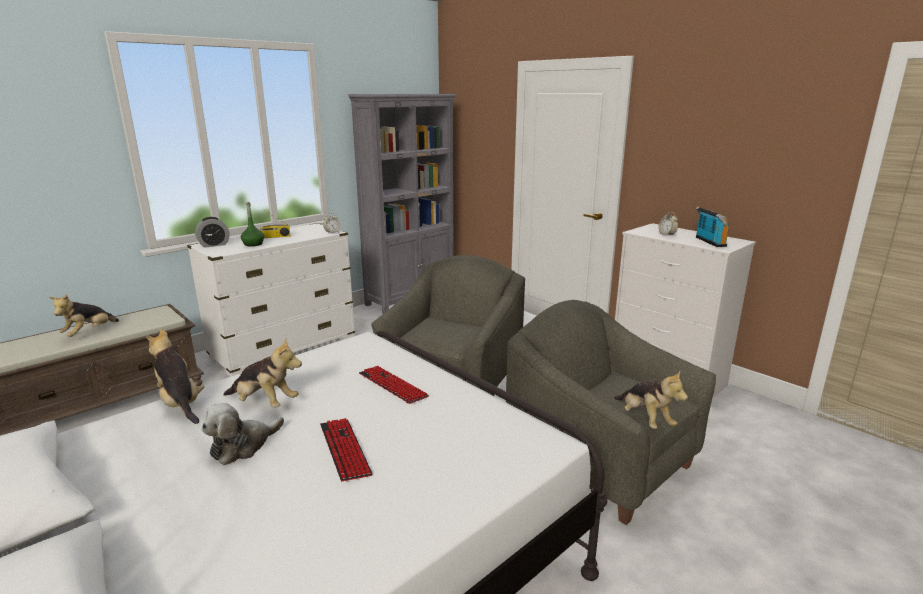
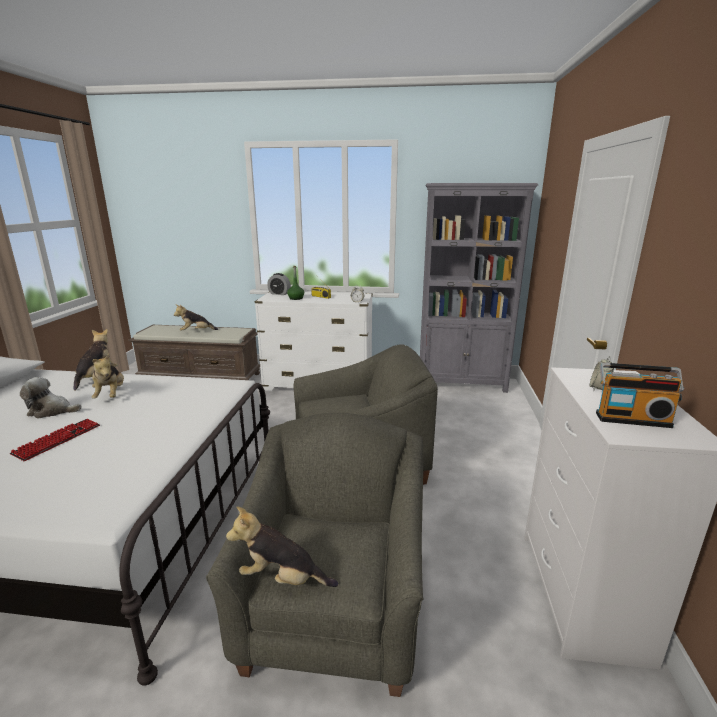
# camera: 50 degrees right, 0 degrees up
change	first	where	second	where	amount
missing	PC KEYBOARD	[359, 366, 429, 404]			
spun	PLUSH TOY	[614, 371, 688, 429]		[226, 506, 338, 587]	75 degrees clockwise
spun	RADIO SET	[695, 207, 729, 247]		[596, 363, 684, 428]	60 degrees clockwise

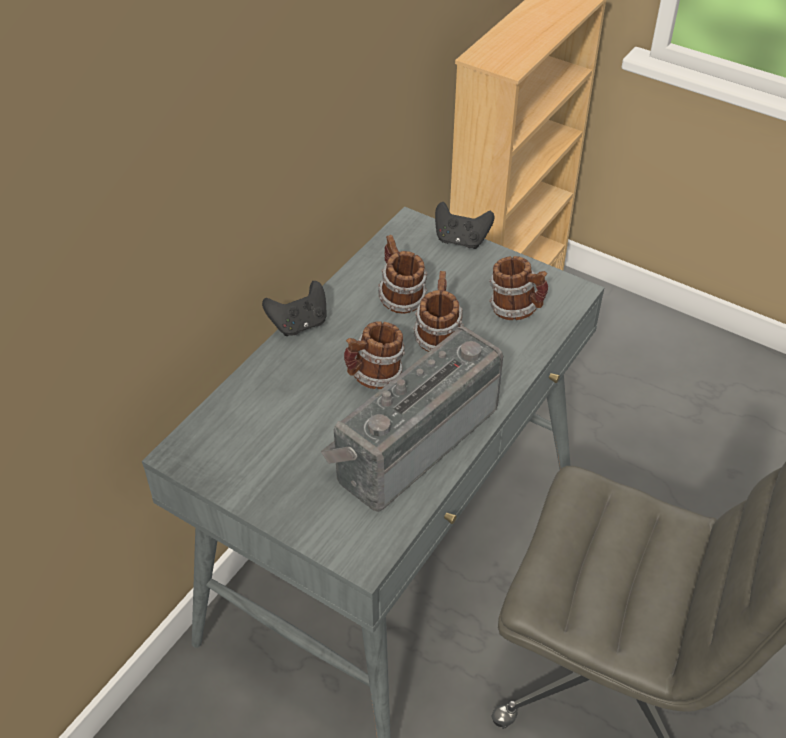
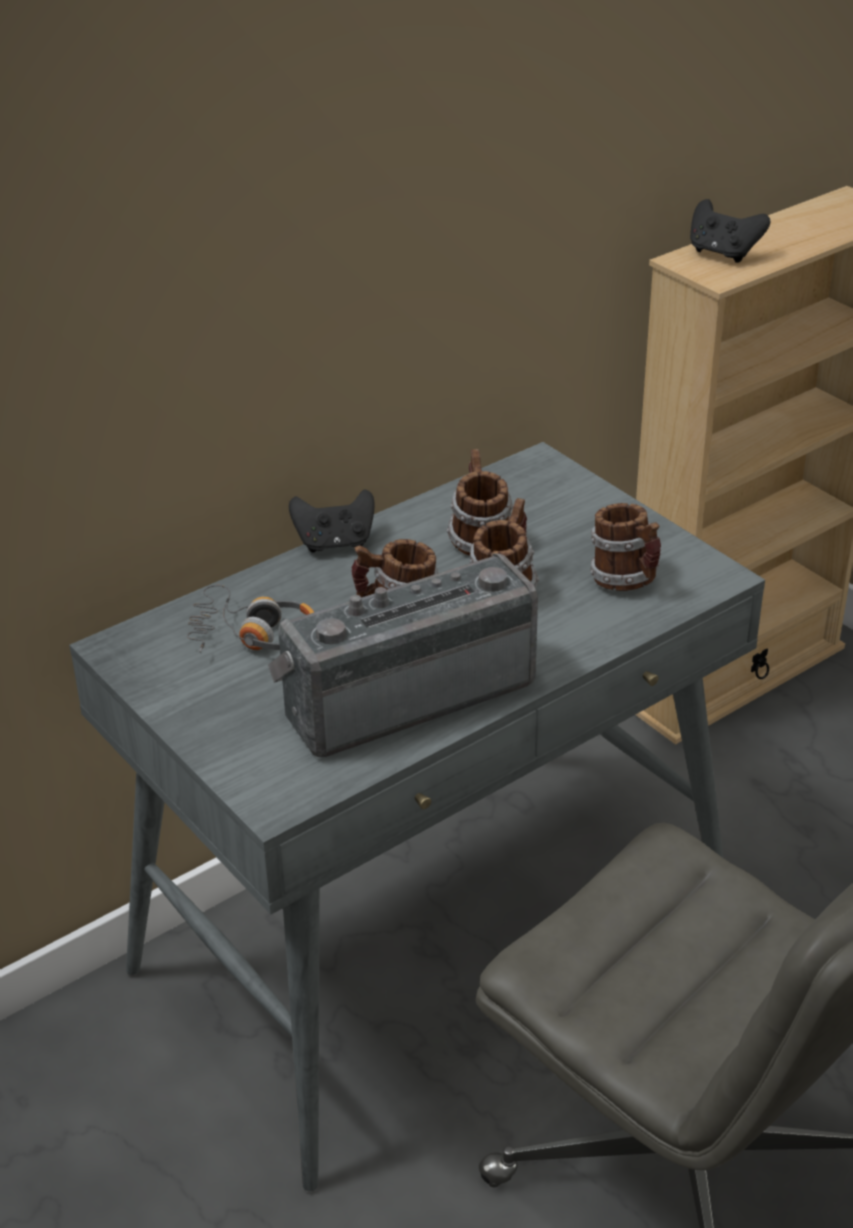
# camera: 20 degrees right, 10 degrees down
change	first	where	second	where	amount
relocated	BLACK-COLOURED GAMEPAD	[435, 202, 494, 249]		[690, 199, 770, 263]	
appeared			HEADPHONES	[187, 585, 314, 652]	

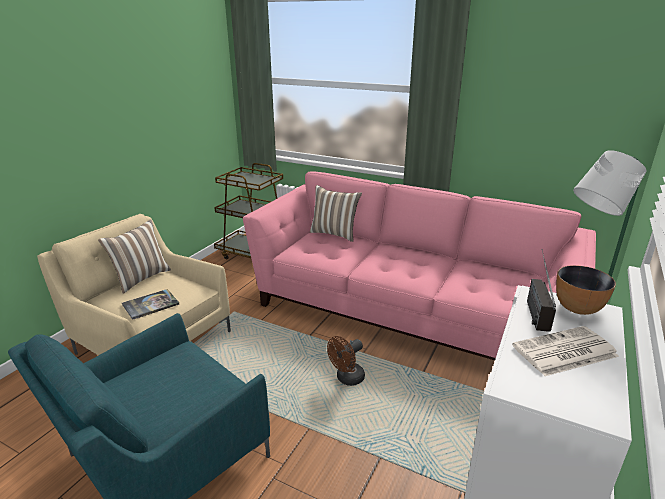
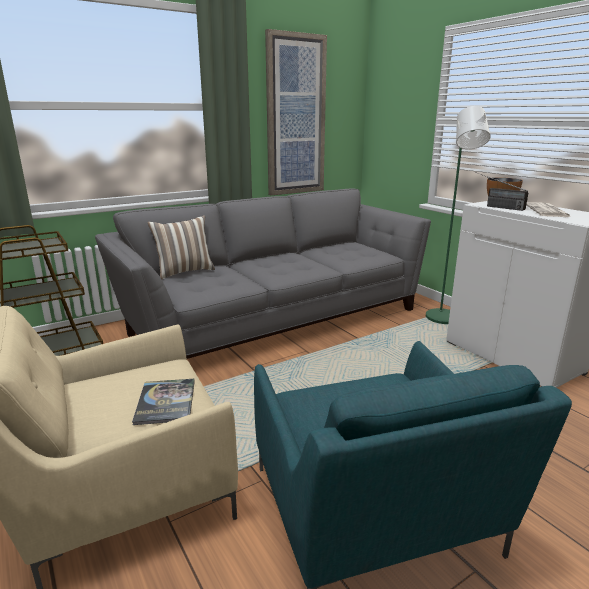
# camera: 60 degrees left, 5 degrees down
change	first	where	second	where	amount
missing	PILLOW	[98, 219, 171, 294]			
colour	PINK COUCH	[243, 171, 596, 360]	GREY COUCH	[95, 189, 431, 359]	
missing	BROWNISH FAN	[327, 336, 365, 386]			
appeared			WALL PICTURE	[265, 29, 327, 196]	

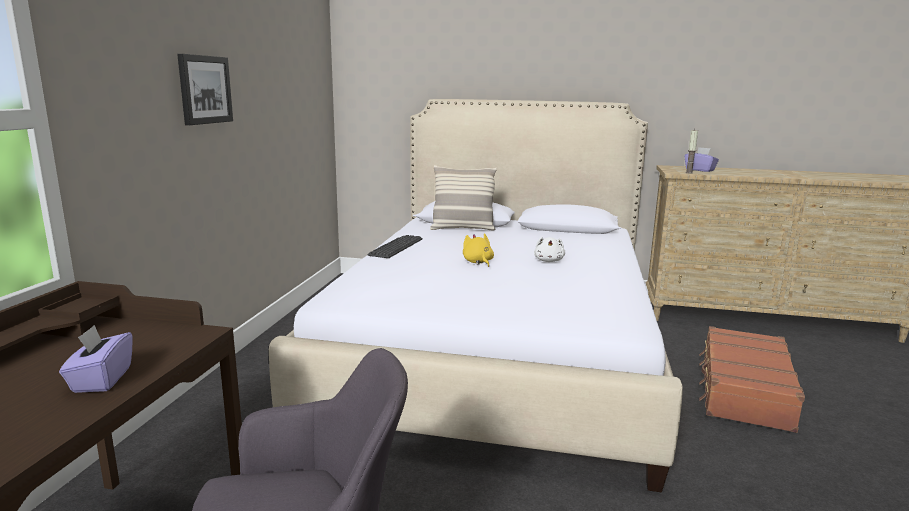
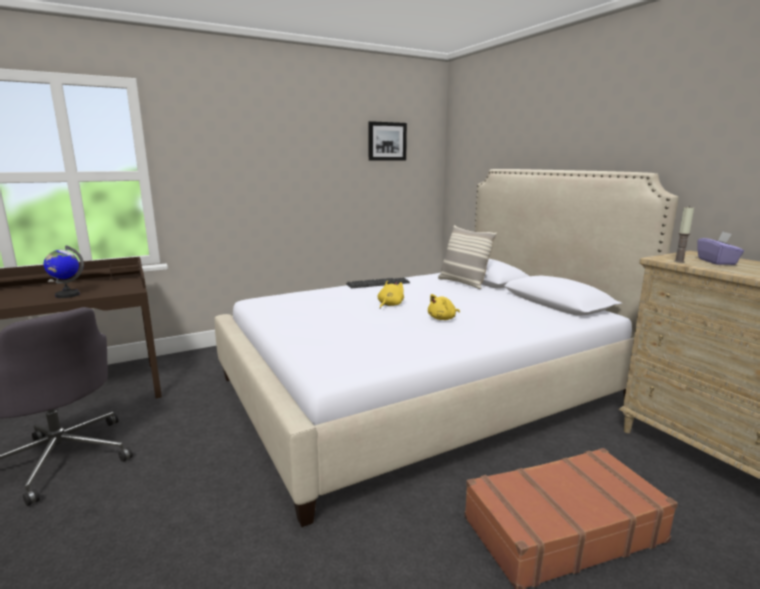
# camera: 50 degrees right, 0 degrees up
change	first	where	second	where	amount
exchanged	PURPLE TISSUE HOLDER	[59, 325, 133, 393]	WORLD GLOBE	[44, 245, 84, 298]	
relocated	WALL PICTURE	[177, 54, 233, 125]		[368, 121, 407, 160]	
colour	WHITE-COLOURED PLUSH TOY	[534, 237, 565, 262]	YELLOW PLUSH TOY	[428, 294, 460, 320]	

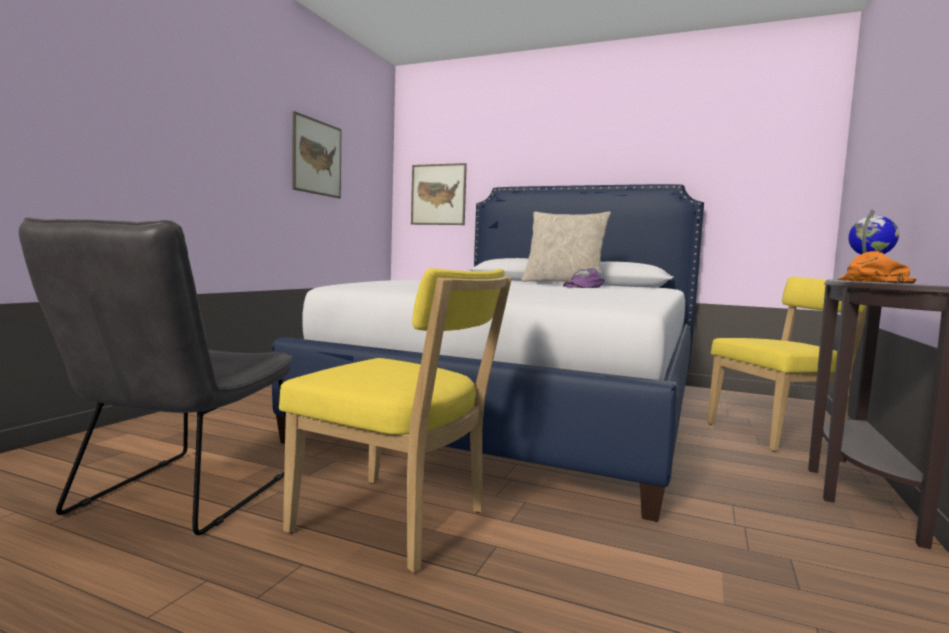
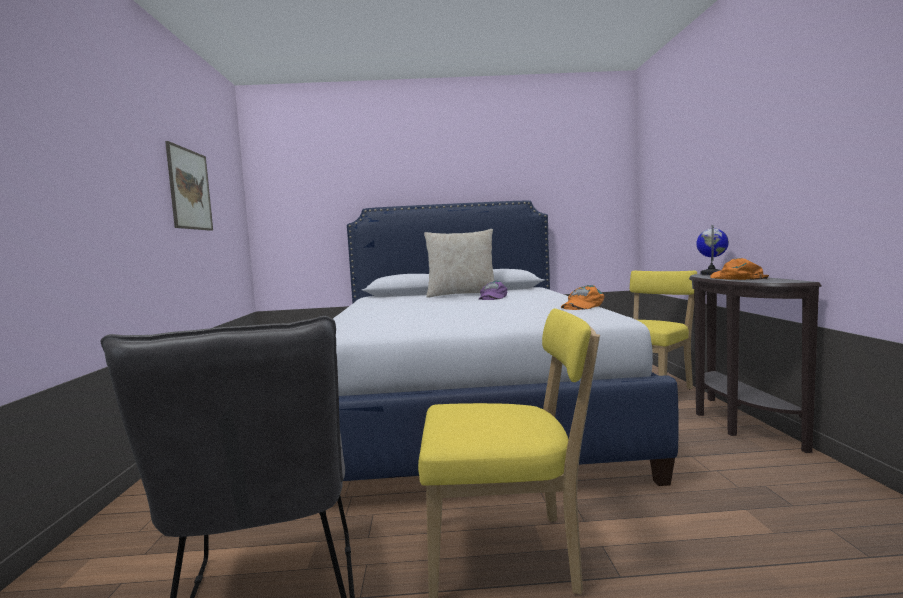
# camera: 25 degrees left, 0 degrees up
change	first	where	second	where	amount
missing	WALL PICTURE	[411, 163, 467, 225]			
appeared			ORANGEY PEAKED CAP	[561, 285, 605, 310]	

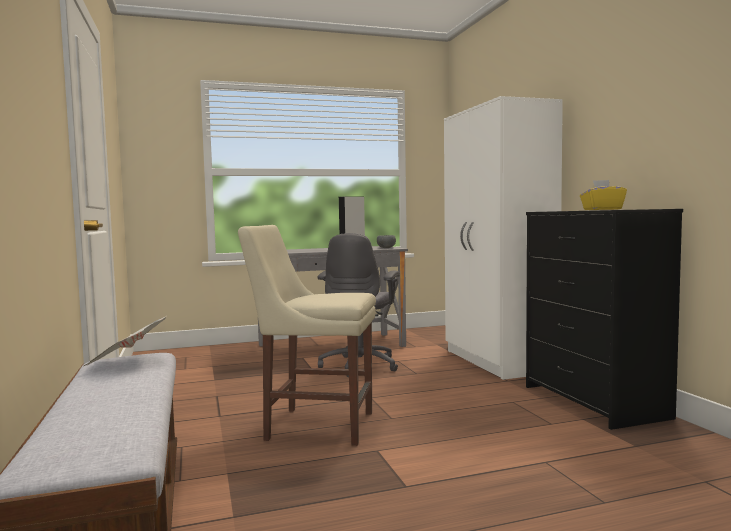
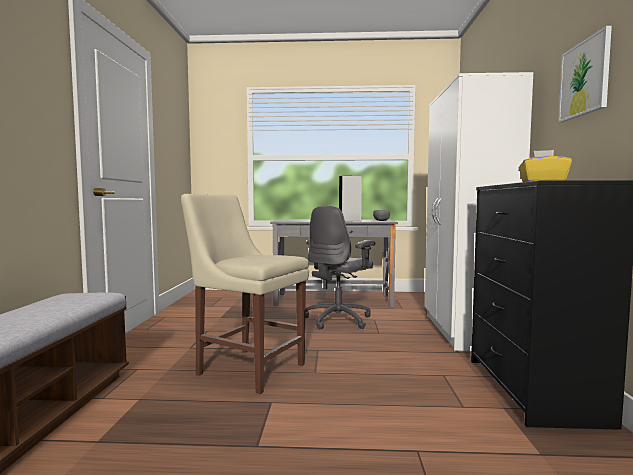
# camera: 20 degrees right, 0 degrees up
change	first	where	second	where	amount
missing	DAILY PAPER	[84, 316, 166, 366]			
appeared			WALL PICTURE	[558, 26, 612, 122]	

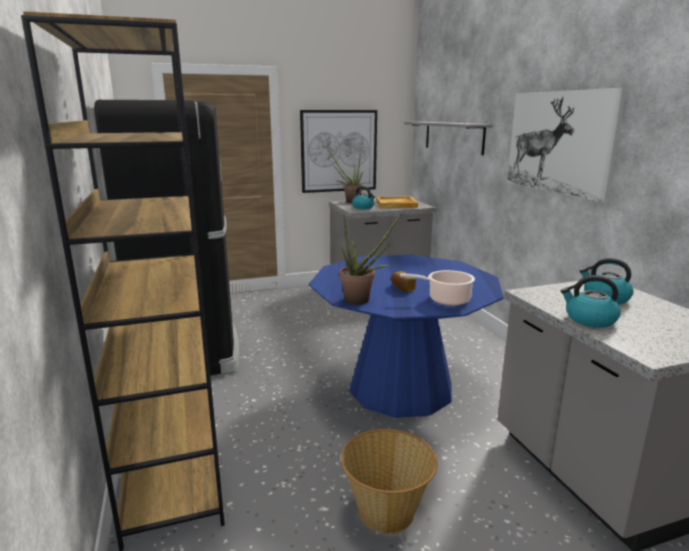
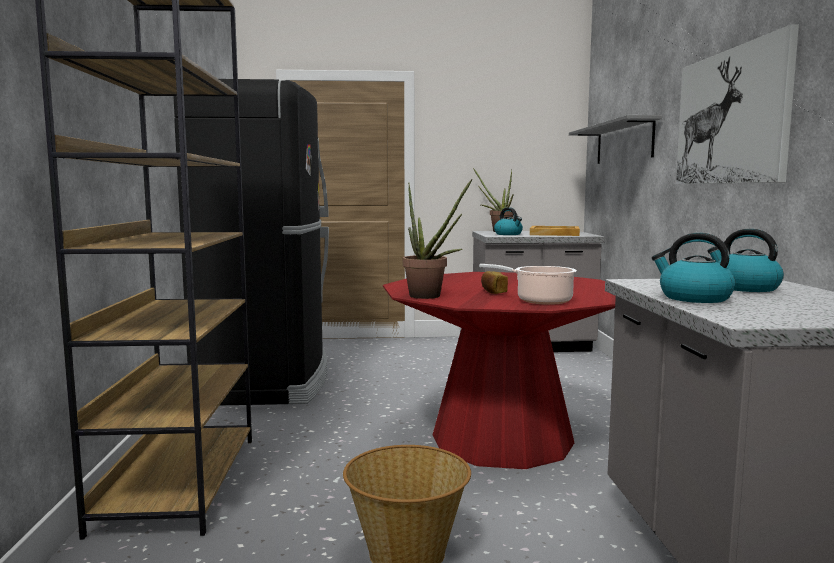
# camera: 15 degrees right, 10 degrees down
change	first	where	second	where	amount
missing	WALL PICTURE	[300, 110, 377, 193]			
colour	BLUE DINNER TABLE	[309, 255, 504, 418]	RED-COLOURED DINNER TABLE	[383, 272, 616, 469]	

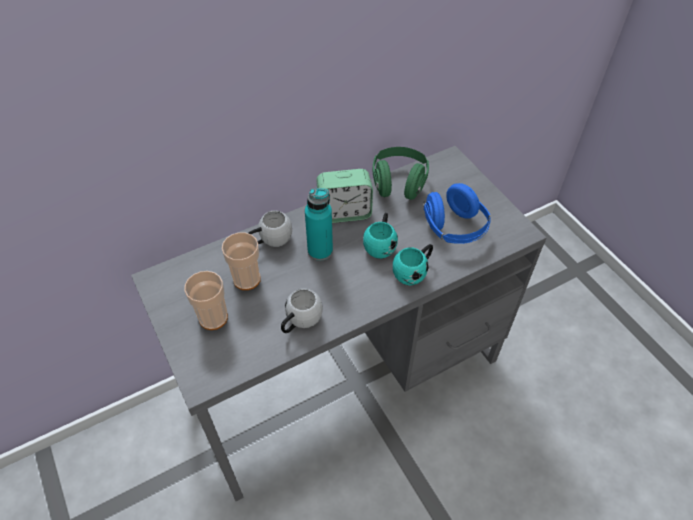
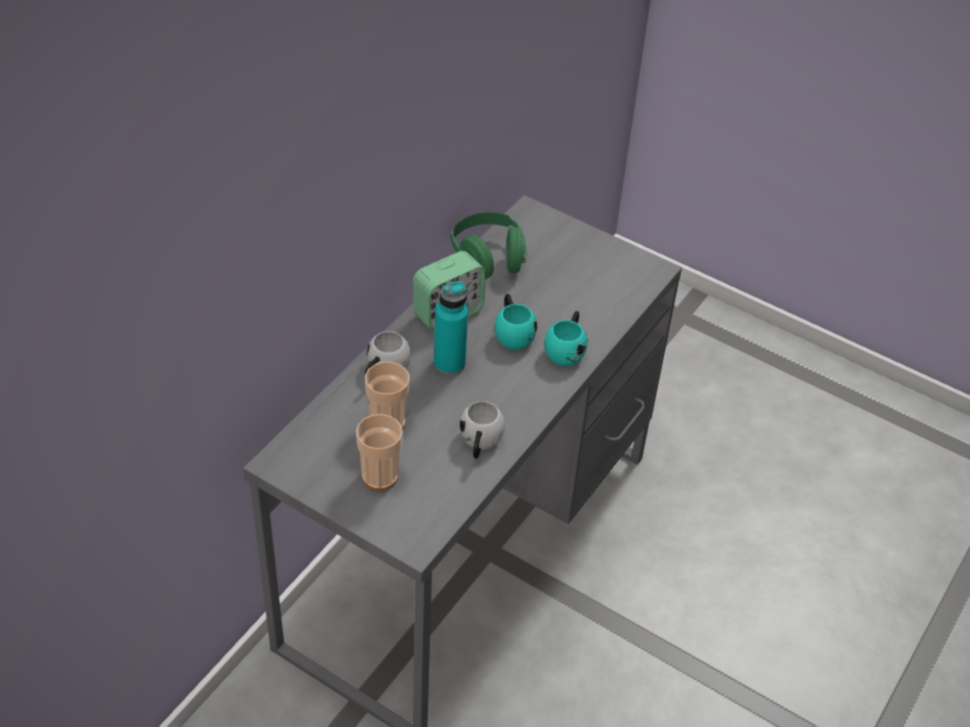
# camera: 30 degrees left, 5 degrees down
change	first	where	second	where	amount
missing	BLUE HEADPHONES	[423, 183, 491, 244]			

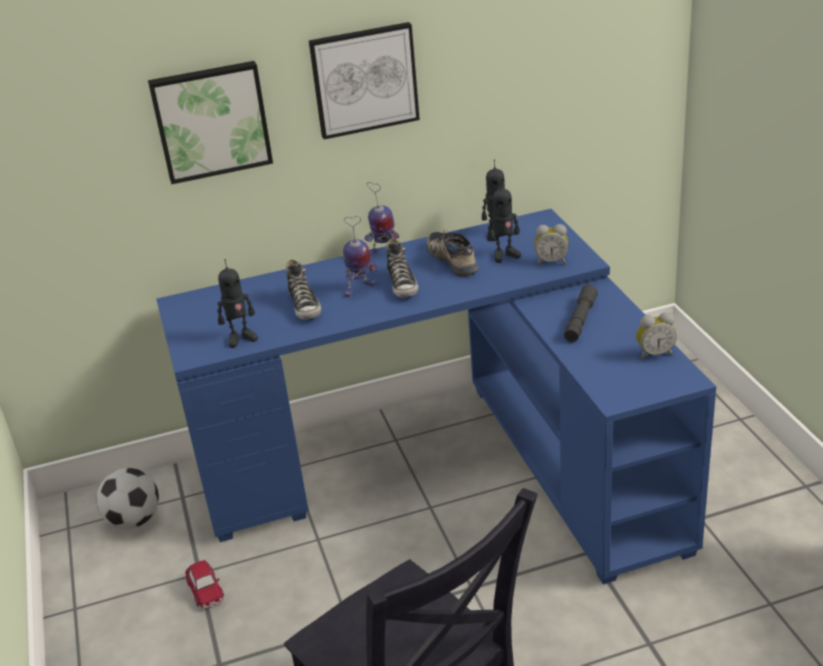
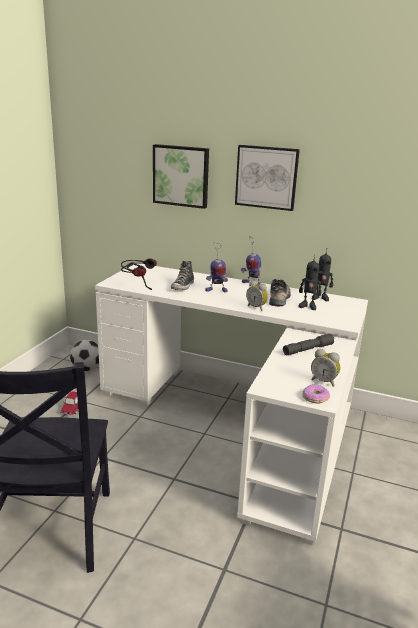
# camera: 35 degrees right, 10 degrees down
change	first	where	second	where	amount
colour	BLUE DESK UNIT	[156, 209, 716, 584]	WHITE-COLOURED DESK UNIT	[95, 264, 368, 545]	
exchanged	ROBOT FIGURE	[217, 259, 258, 348]	HEADPHONES	[121, 258, 157, 290]	
missing	ITEM OF FOOTWEAR	[386, 238, 418, 297]			
relocated	TABLE CLOCK	[535, 224, 569, 265]		[246, 280, 268, 311]	
appeared			RING DOUGHNUT	[302, 384, 330, 403]	

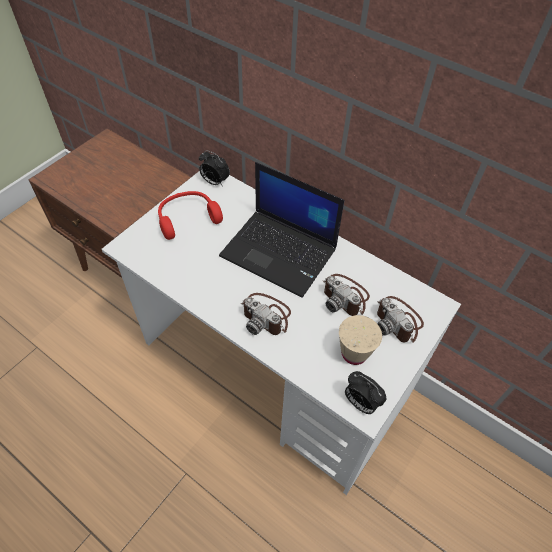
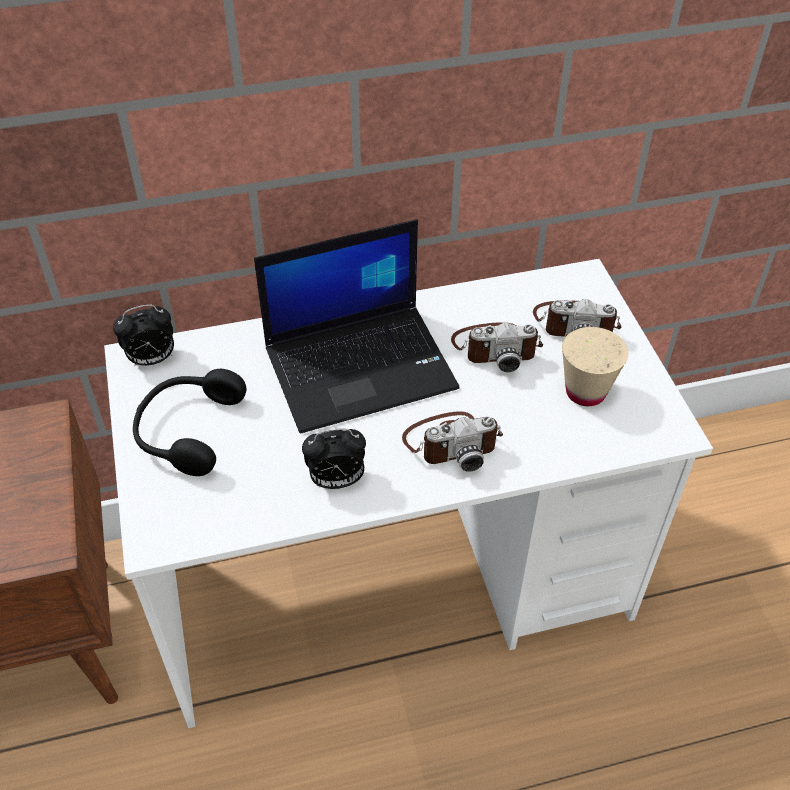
# camera: 50 degrees left, 5 degrees down
change	first	where	second	where	amount
colour	RED-COLOURED HEADPHONES	[158, 191, 223, 240]	BLACK-COLOURED HEADPHONES	[133, 369, 246, 476]	
relocated	TABLE CLOCK	[345, 371, 386, 414]		[302, 428, 366, 489]	

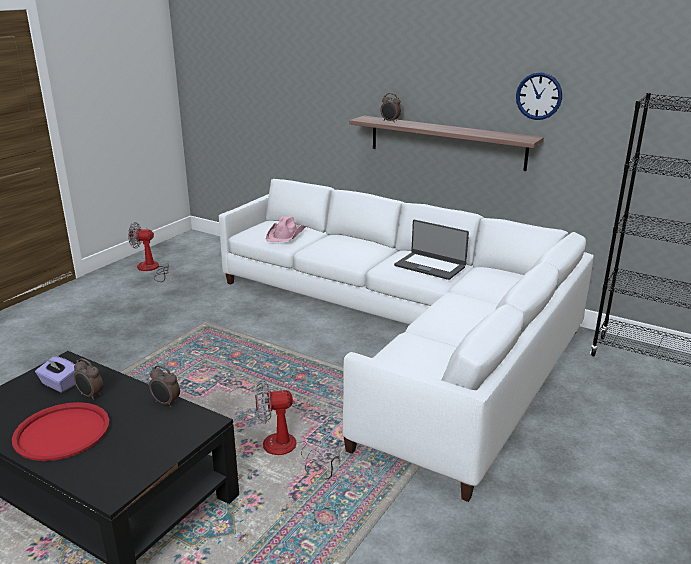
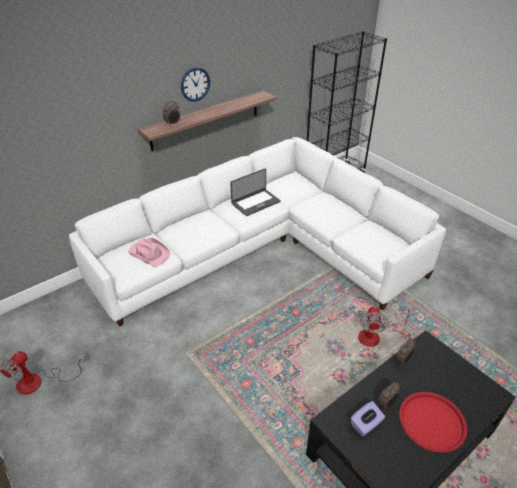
# camera: 70 degrees left, 15 degrees up
change	first	where	second	where	amount
relocated	WALL CLOCK	[516, 72, 562, 120]		[181, 67, 210, 102]	

